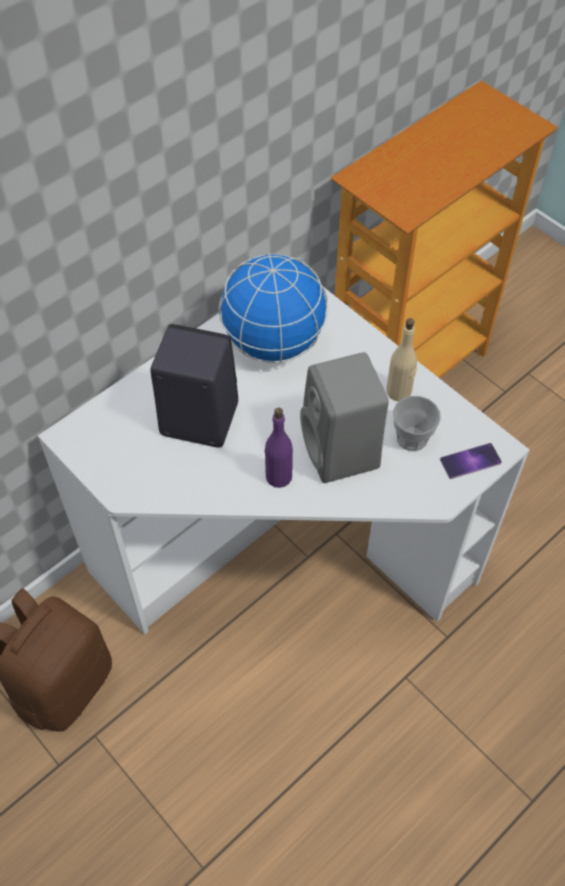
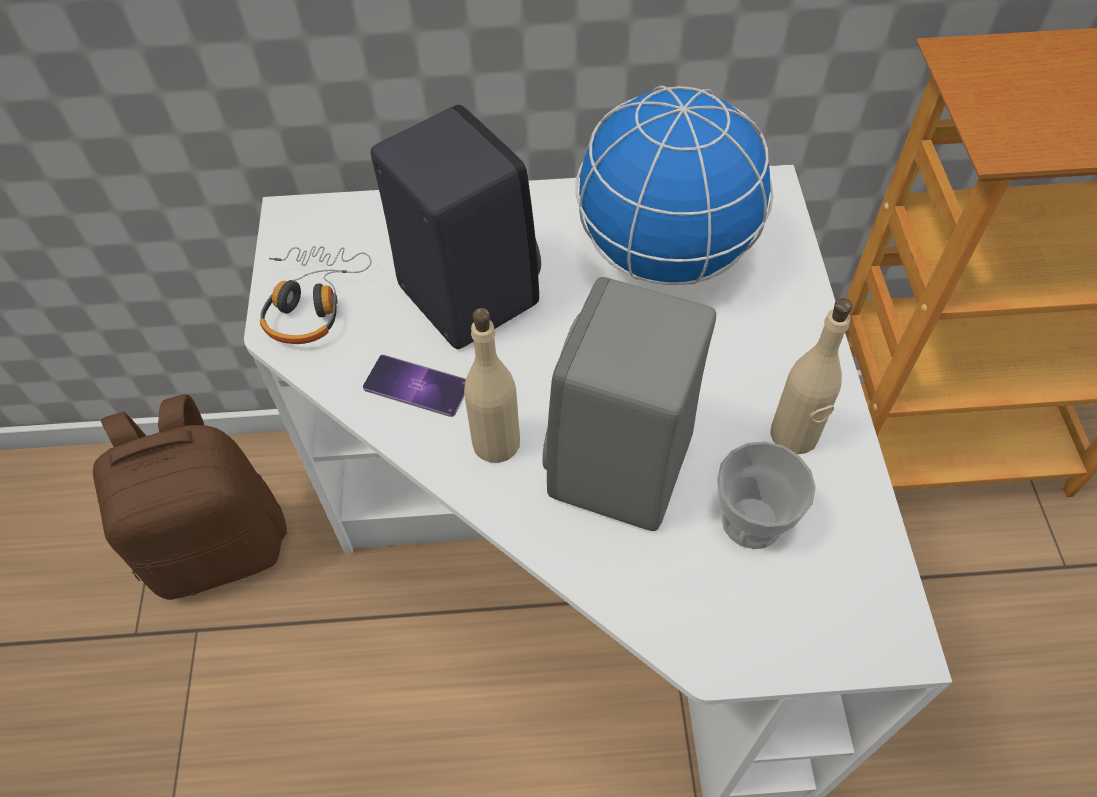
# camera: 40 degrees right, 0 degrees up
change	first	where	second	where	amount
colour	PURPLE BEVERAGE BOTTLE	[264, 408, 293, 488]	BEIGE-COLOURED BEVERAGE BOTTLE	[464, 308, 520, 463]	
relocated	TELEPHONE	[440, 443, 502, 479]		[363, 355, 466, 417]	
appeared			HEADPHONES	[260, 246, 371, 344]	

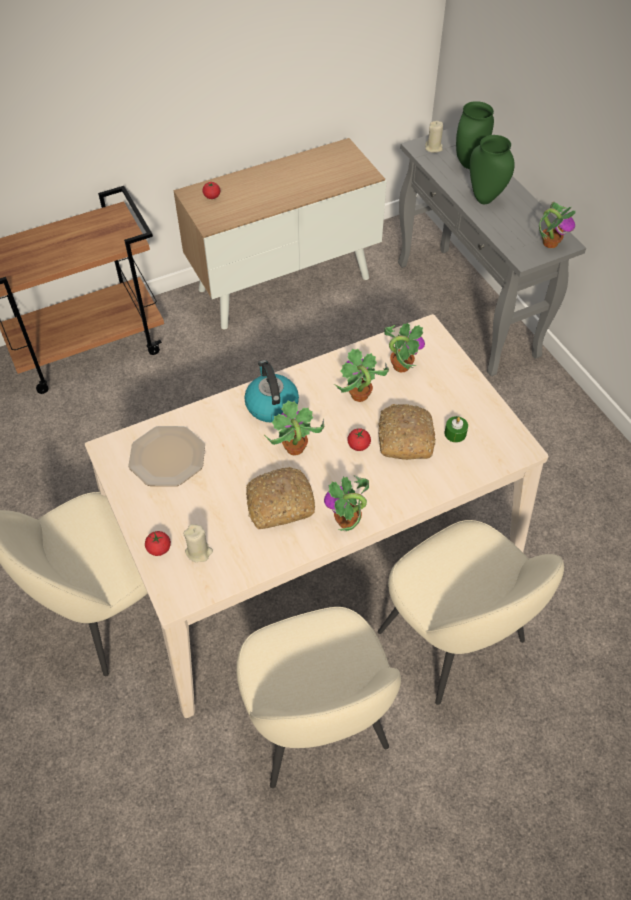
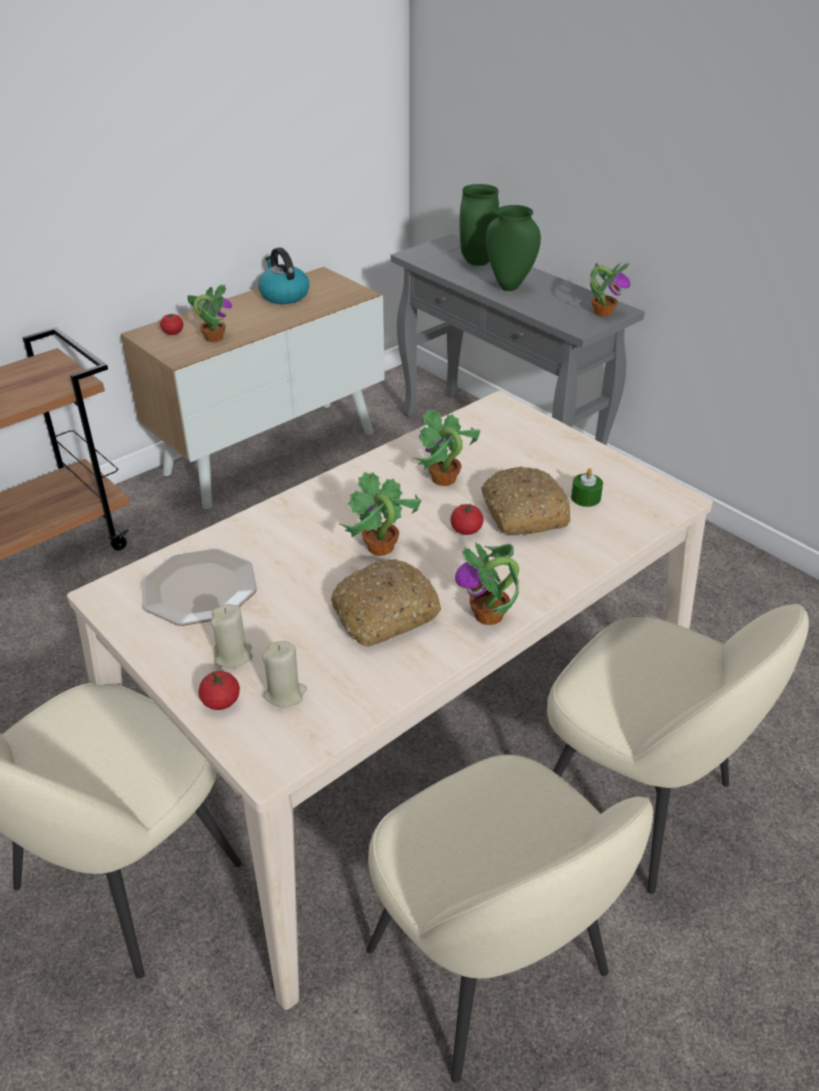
# camera: 15 degrees left, 15 degrees down
change	first	where	second	where	amount
relocated	KETTLE	[244, 360, 299, 423]		[258, 247, 309, 304]	
relocated	POTTED PLANT	[384, 322, 425, 372]		[187, 284, 232, 342]	
relocated	BEIGE-COLOURED CANDLE	[425, 121, 443, 153]		[210, 604, 253, 668]	

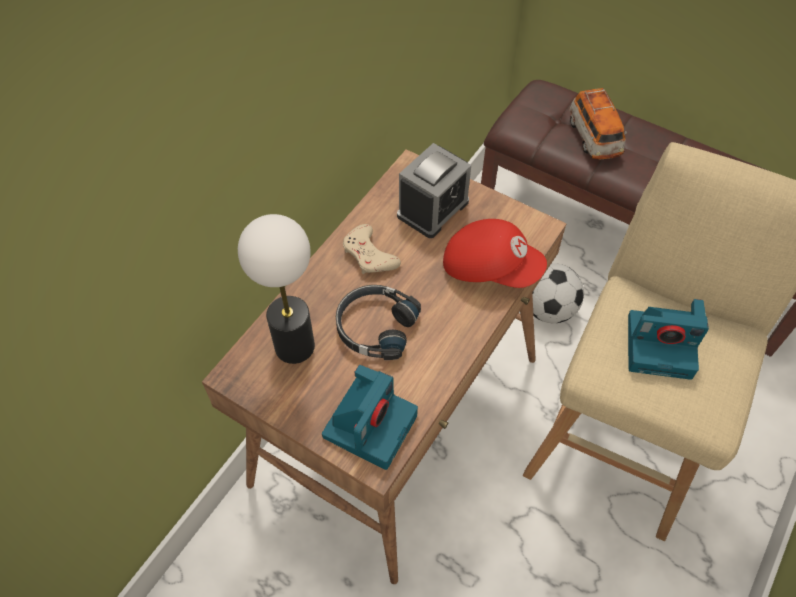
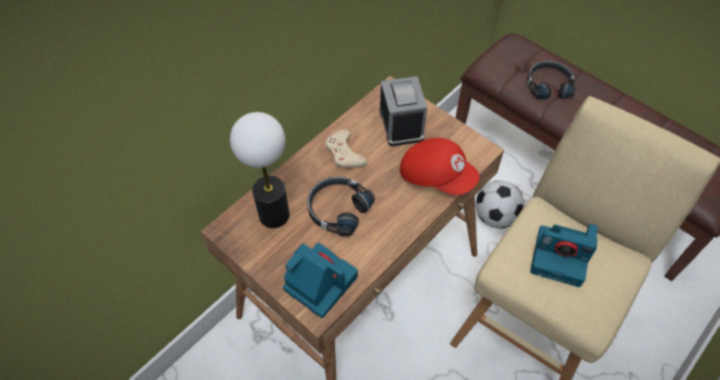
# camera: 10 degrees right, 0 degrees up
change	first	where	second	where	amount
spun	PHOTO CAMERA	[322, 365, 418, 470]		[283, 243, 358, 318]	90 degrees counterclockwise
spun	TABLE CLOCK	[397, 143, 471, 238]		[379, 76, 428, 146]	60 degrees counterclockwise
exchanged	TOY CAR	[569, 88, 627, 159]	BLACK-COLOURED HEADPHONES	[527, 61, 576, 99]	

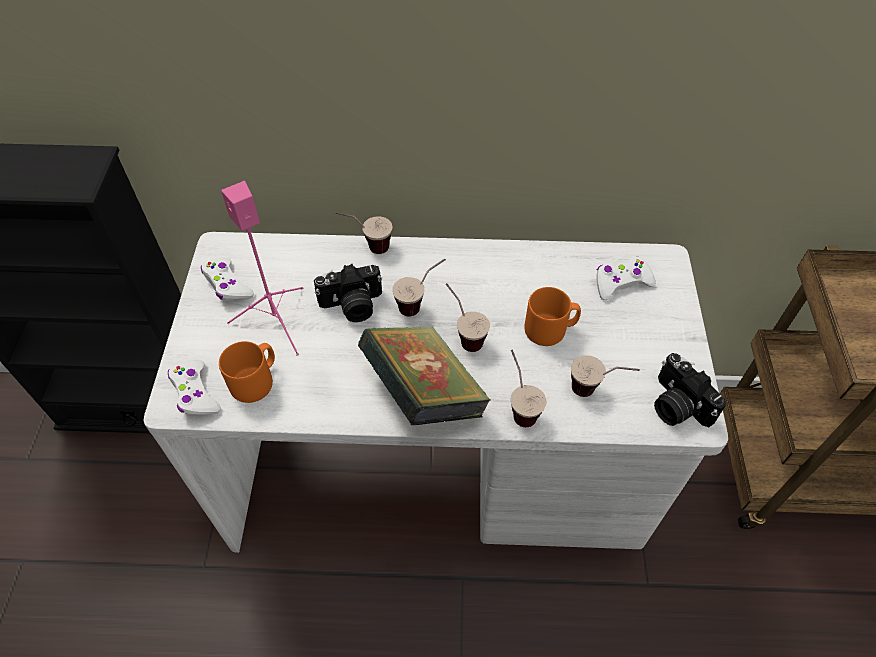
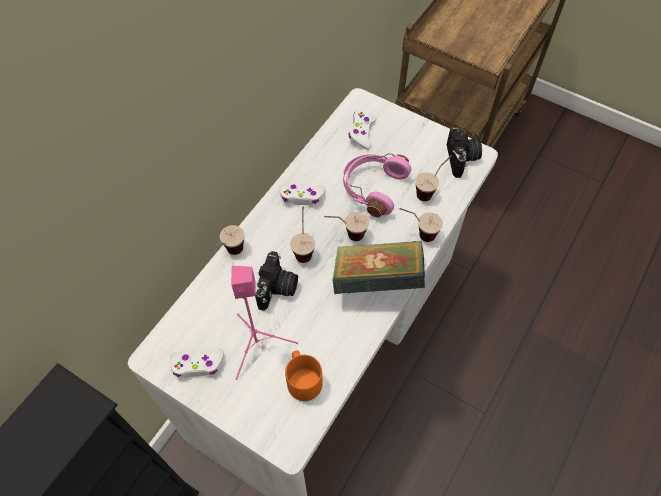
# camera: 60 degrees left, 5 degrees up
change	first	where	second	where	amount
relocated	WHITE-COLOURED GAMEPAD	[168, 360, 221, 415]		[280, 184, 325, 205]	
exchanged	ORANGEY COFFEE MUG	[524, 287, 581, 346]	PINK HEADPHONES	[343, 153, 411, 218]	
spun	PHOTO CAMERA	[654, 353, 726, 427]		[447, 125, 482, 178]	90 degrees counterclockwise

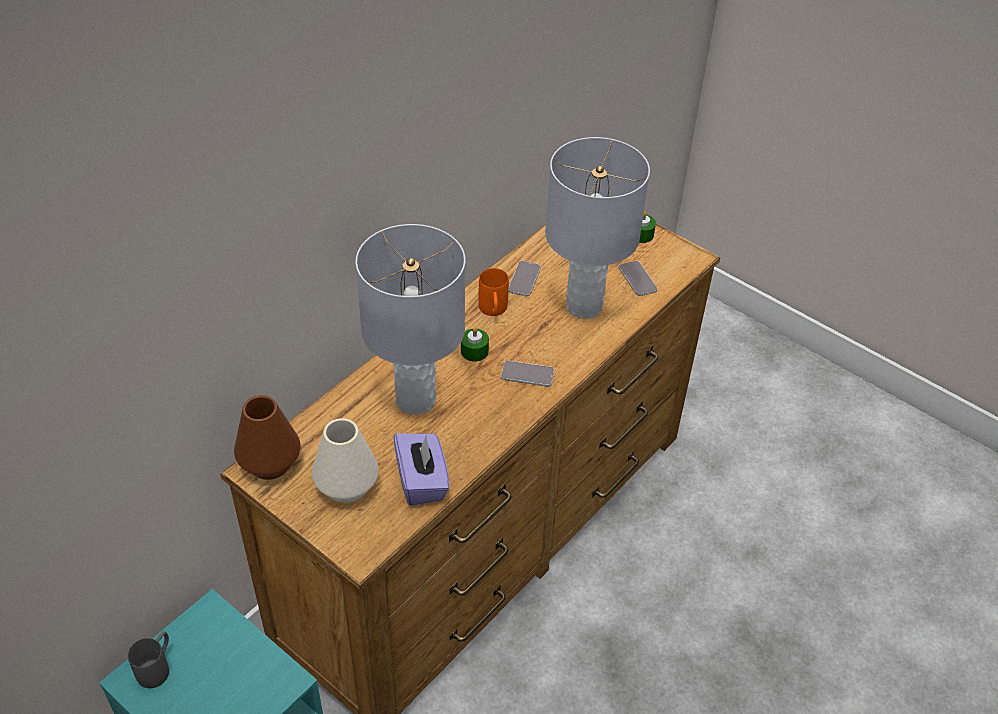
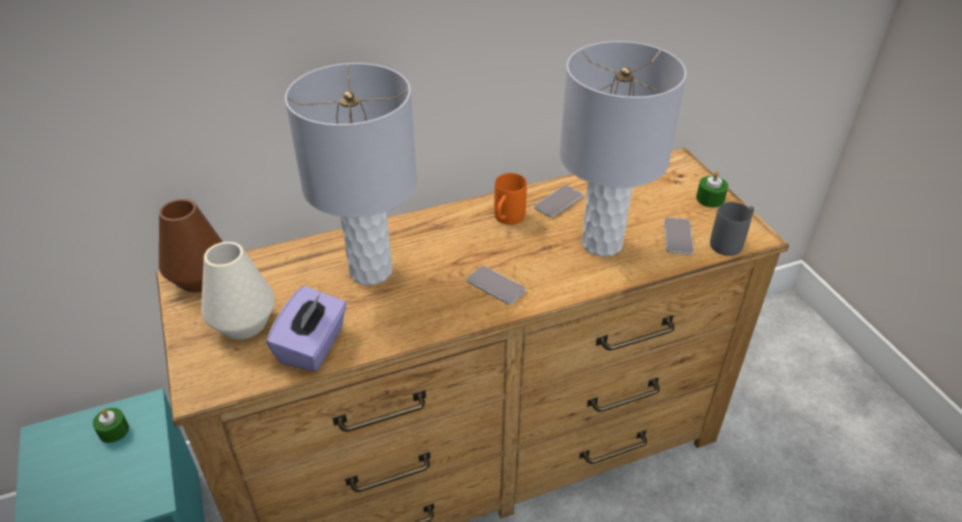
# camera: 30 degrees right, 5 degrees down
change	first	where	second	where	amount
relocated	GREY COFFEE MUG	[128, 631, 169, 688]		[710, 202, 754, 256]	
relocated	GREEN-COLOURED CANDLE	[461, 327, 489, 362]		[93, 408, 129, 443]	

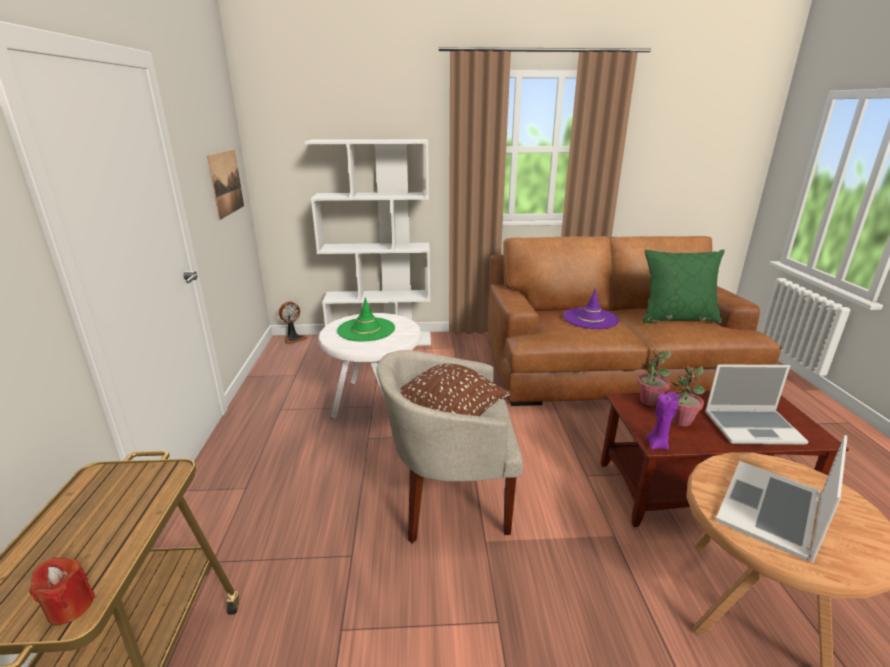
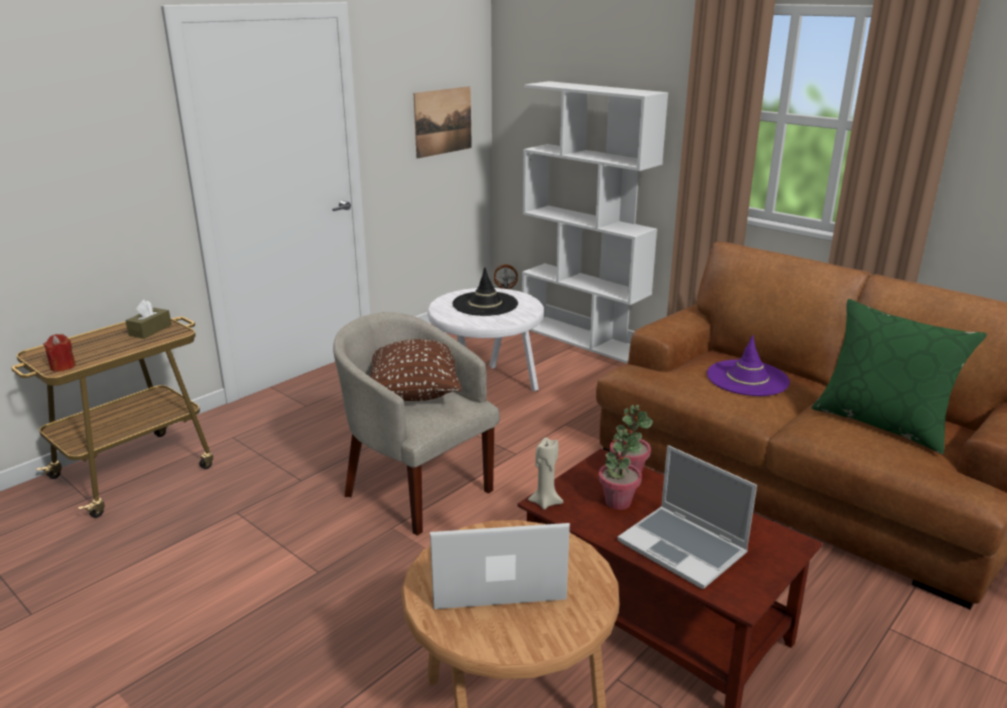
# camera: 45 degrees right, 0 degrees up
change	first	where	second	where	amount
colour	GREEN-COLOURED HAT	[337, 298, 395, 341]	BLACK-COLOURED HAT	[452, 267, 518, 316]	
colour	PURPLE CANDLE	[646, 392, 679, 450]	BEIGE-COLOURED CANDLE	[528, 437, 563, 510]	
appeared			BROWNISH TISSUE HOLDER	[126, 300, 172, 339]	

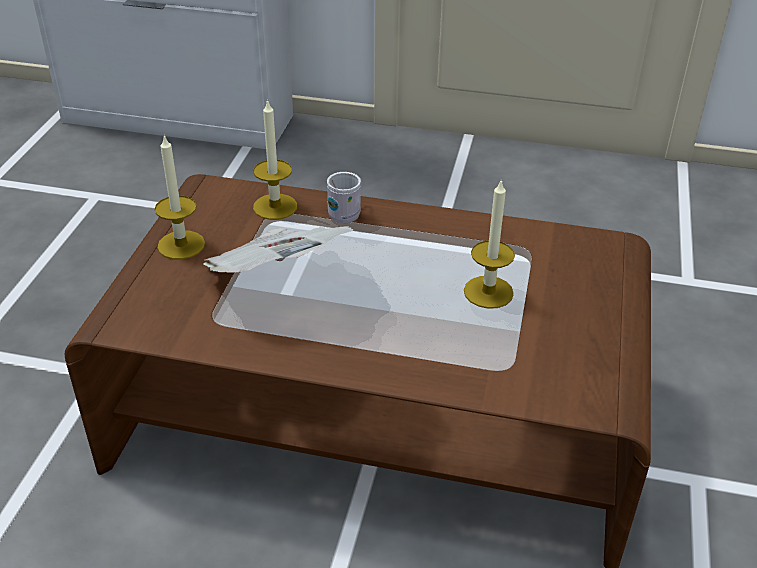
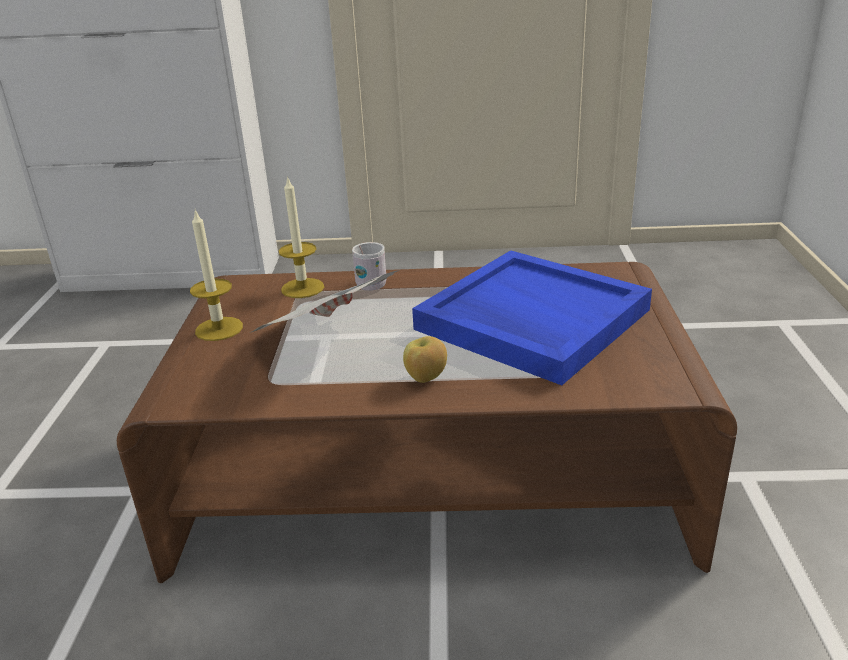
# camera: 10 degrees left, 10 degrees down
change	first	where	second	where	amount
exchanged	CANDLE	[464, 181, 515, 309]	BLUE CARRYING TRAY	[412, 250, 652, 385]	
appeared			APPLE	[403, 336, 447, 383]	

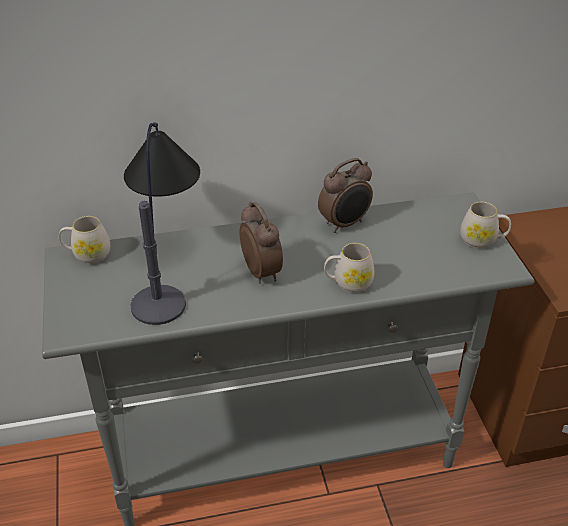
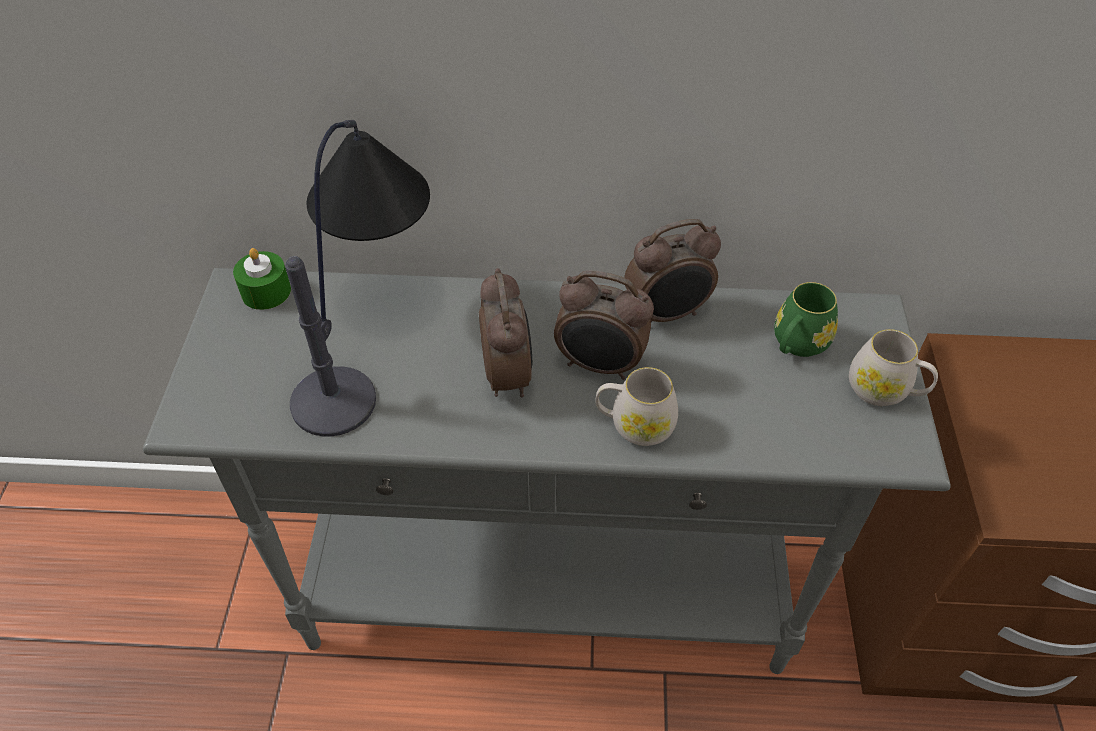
# camera: 15 degrees right, 10 degrees up
change	first	where	second	where	amount
exchanged	WHITE-COLOURED COFFEE MUG	[59, 216, 110, 264]	GREEN-COLOURED CANDLE	[233, 248, 291, 310]	
appeared			TABLE CLOCK	[554, 271, 654, 380]	
appeared			GREEN-COLOURED COFFEE MUG	[774, 282, 838, 357]	

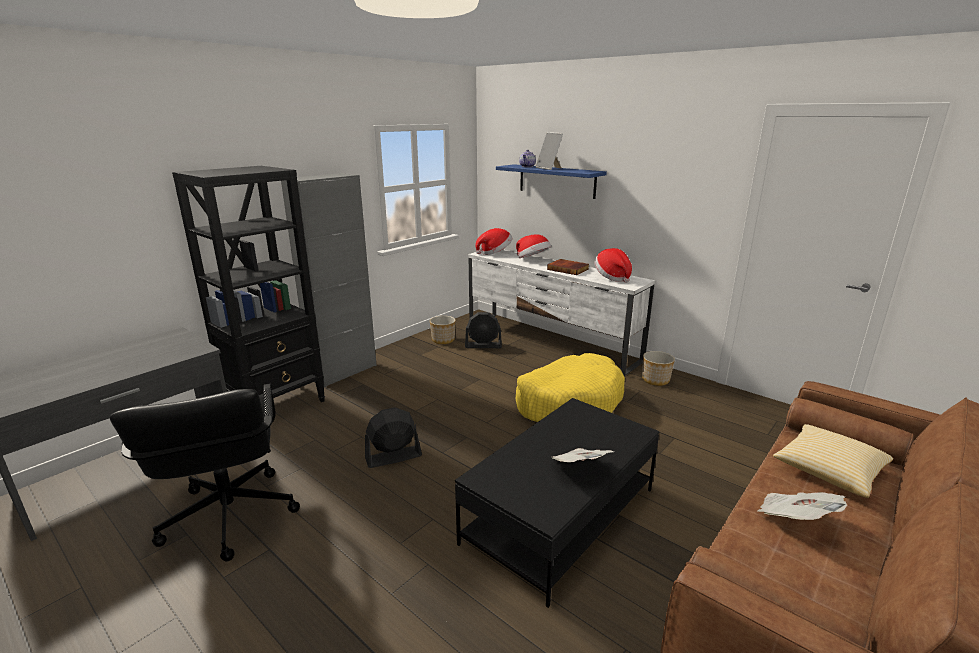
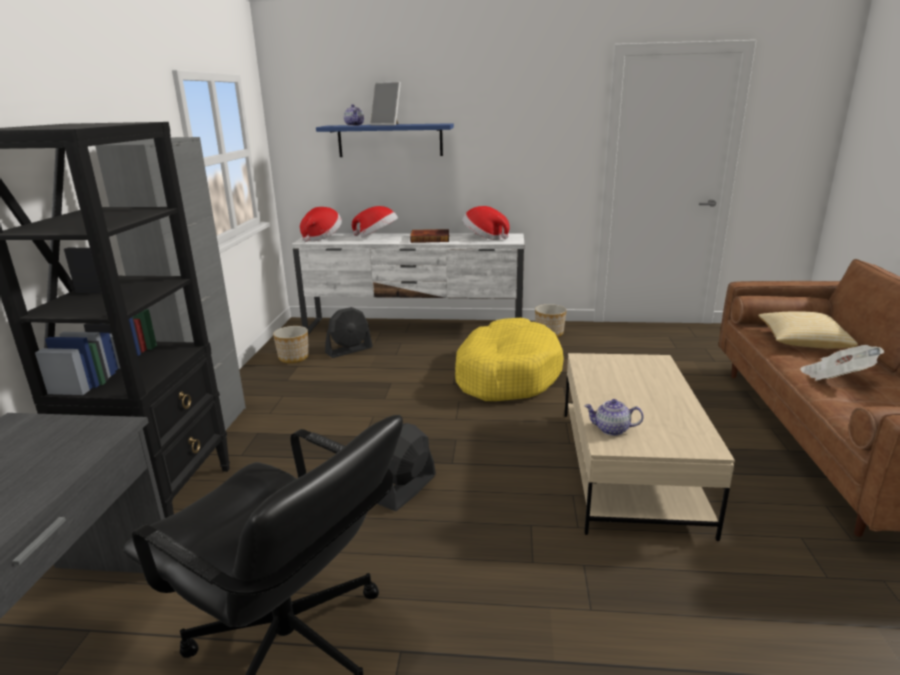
# camera: 35 degrees left, 0 degrees up
change	first	where	second	where	amount
colour	BLACK-COLOURED LOW TABLE	[455, 398, 659, 608]	BEIGE-COLOURED LOW TABLE	[565, 353, 735, 541]	
missing	DAILY PAPER	[552, 448, 614, 462]			
appeared			TEAPOT	[584, 399, 644, 436]	

